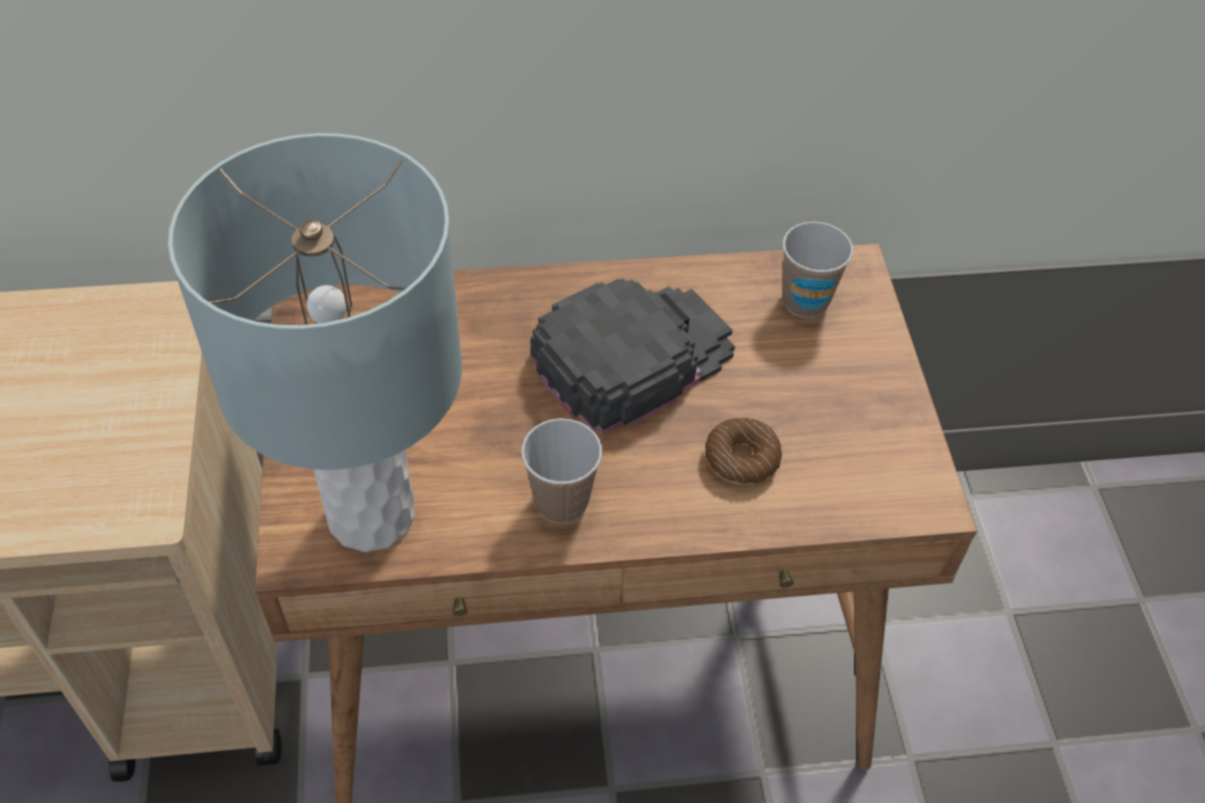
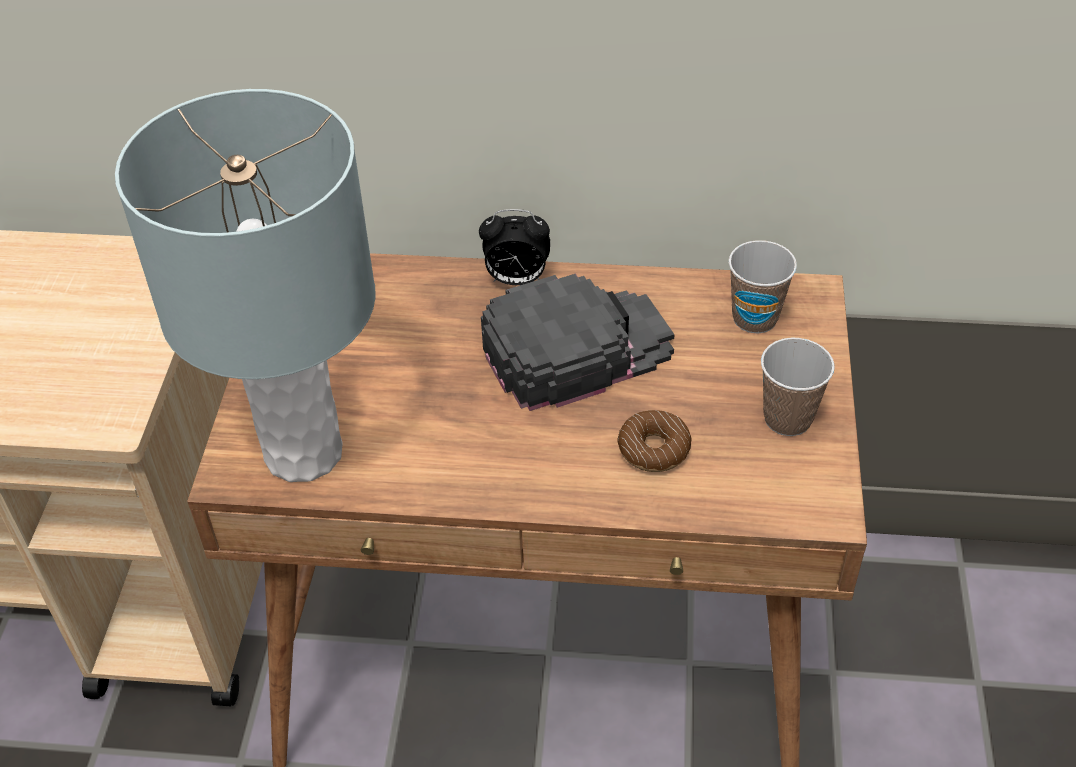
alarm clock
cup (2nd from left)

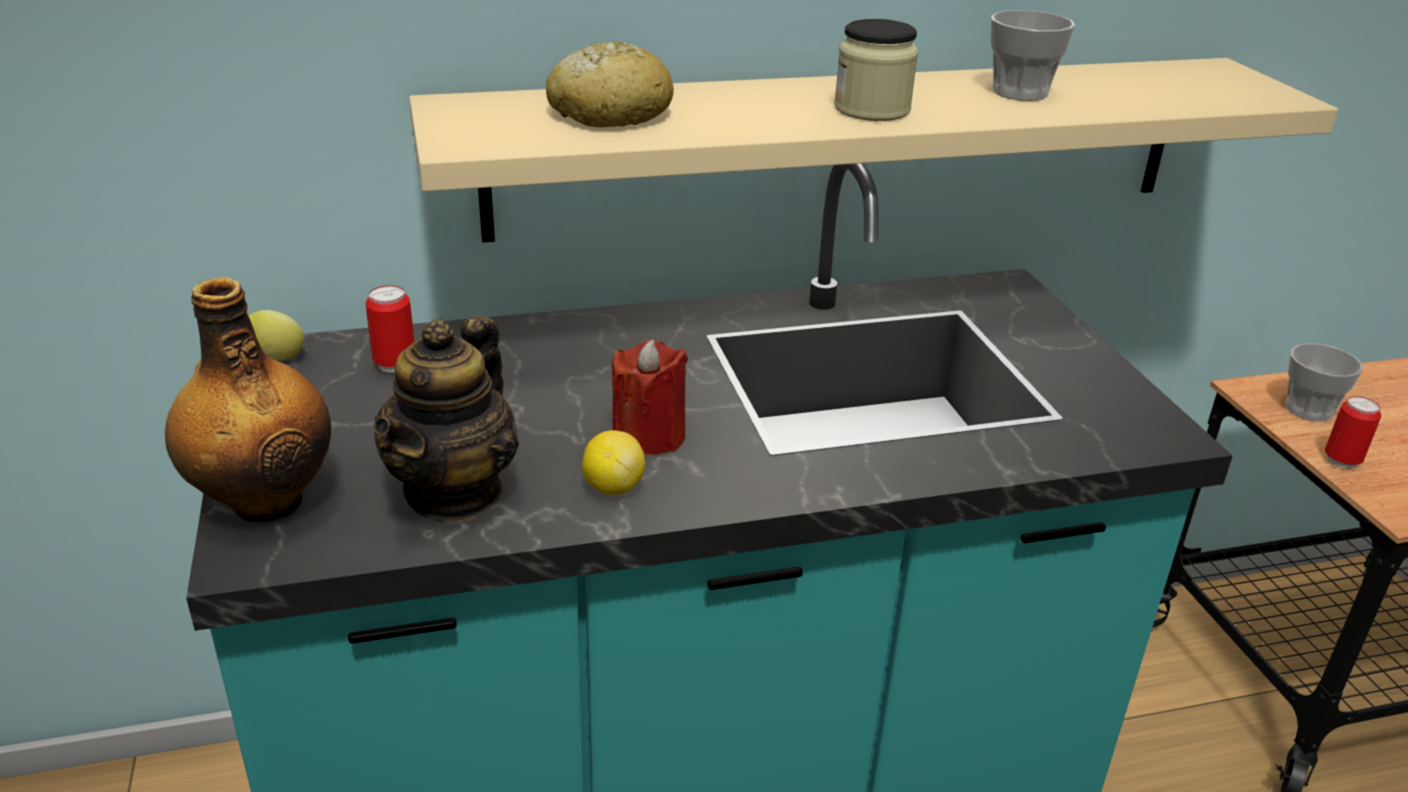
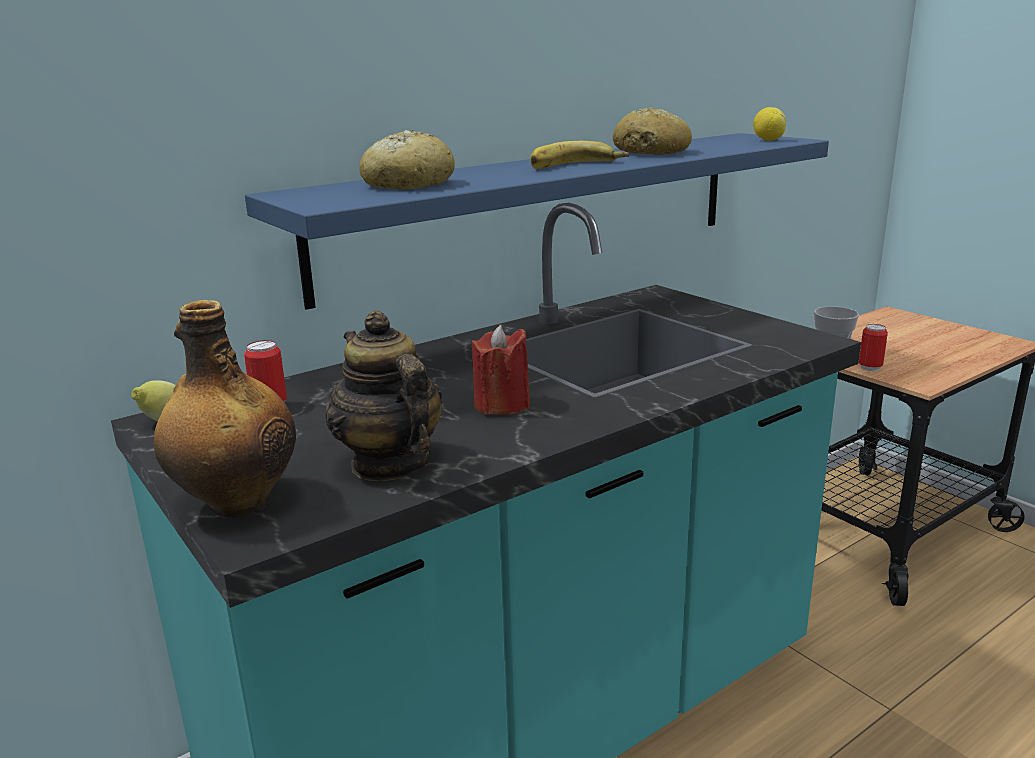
blue shelf
teapot
banana
bread (2nd from left)
lemon (2nd from left)

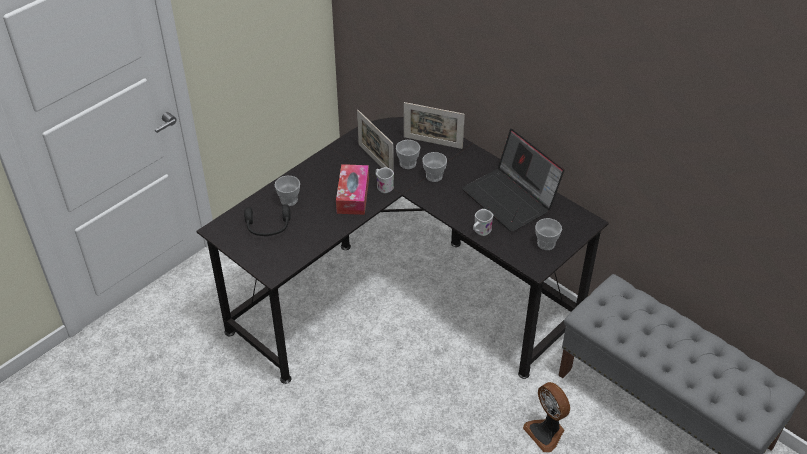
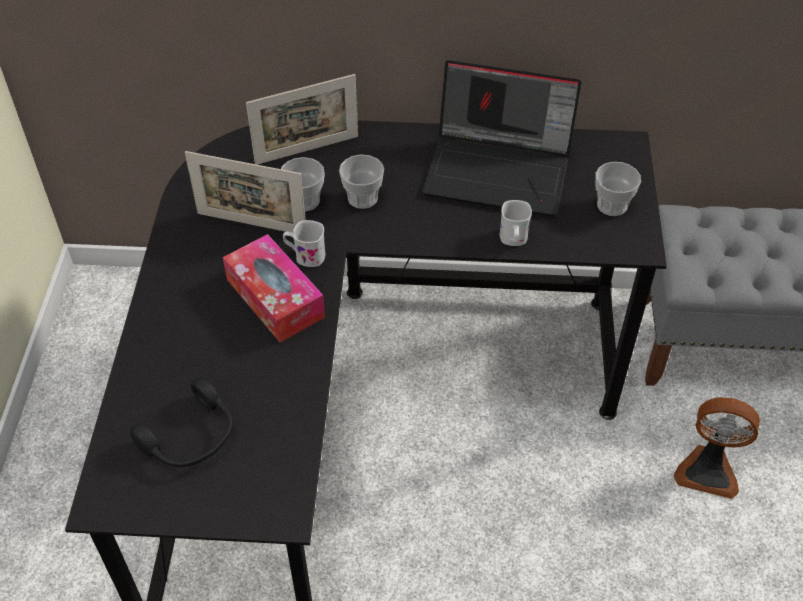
cup (1st from left in the first image)

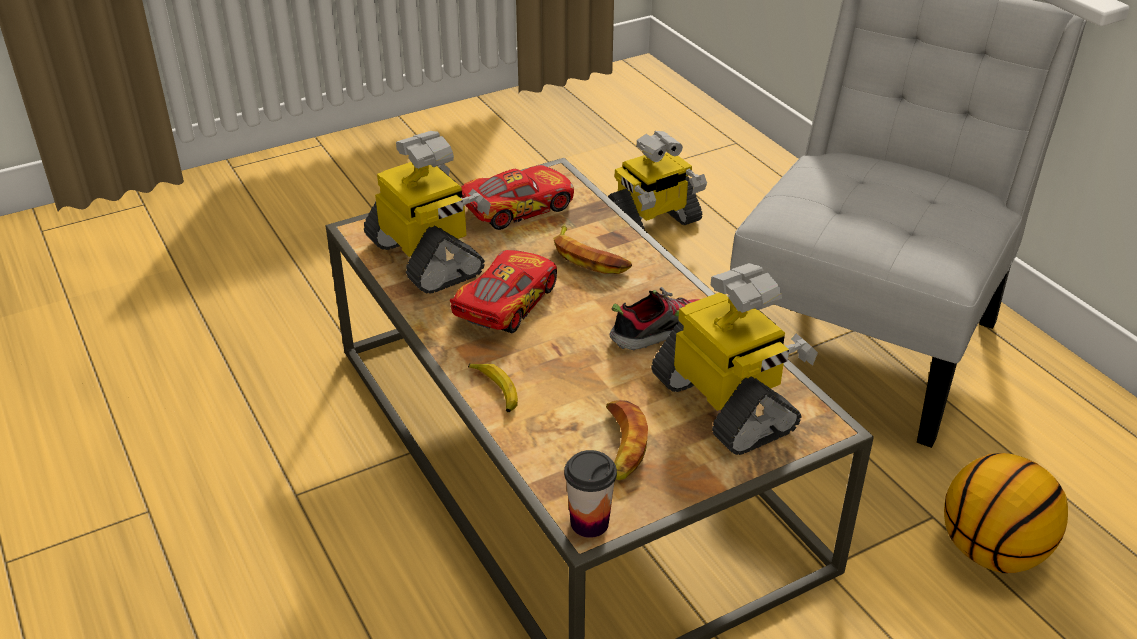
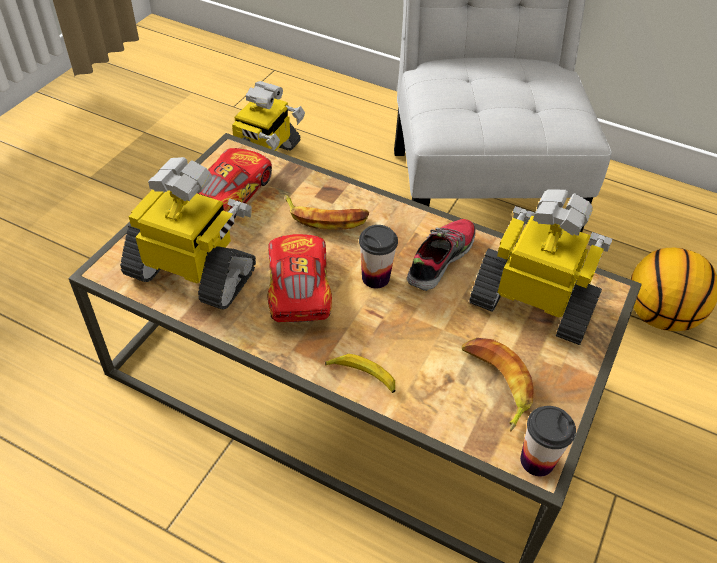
cup (1st from left)

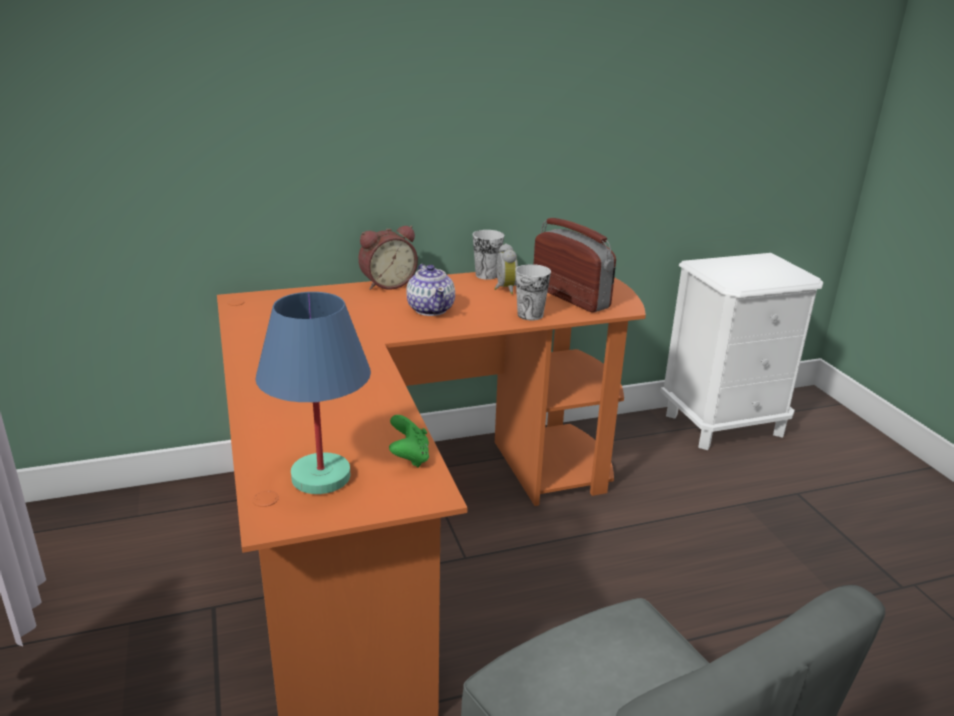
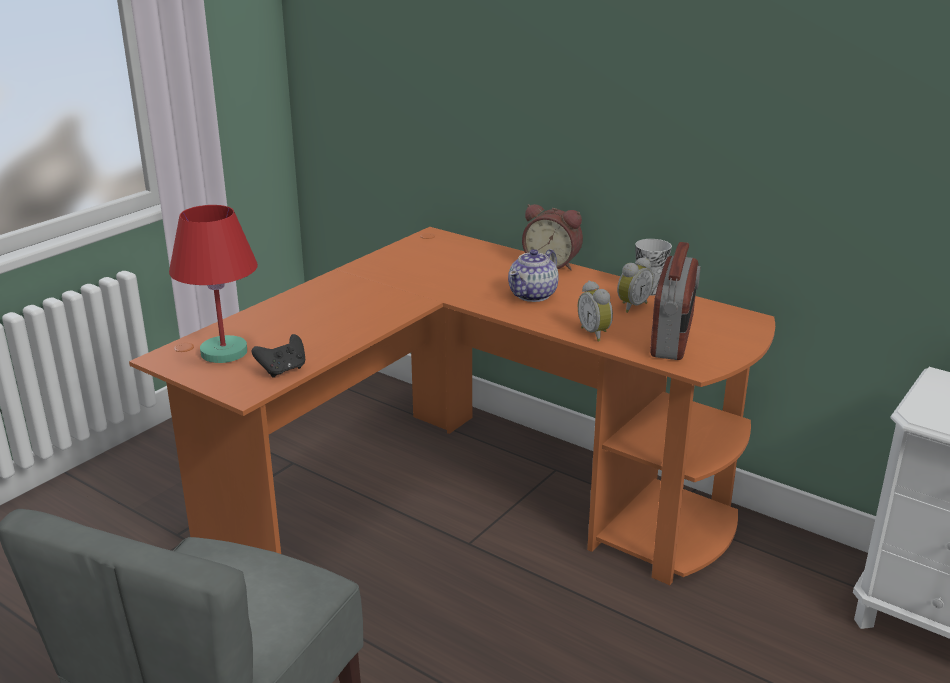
red table lamp
black game controller
alarm clock (2nd from left)

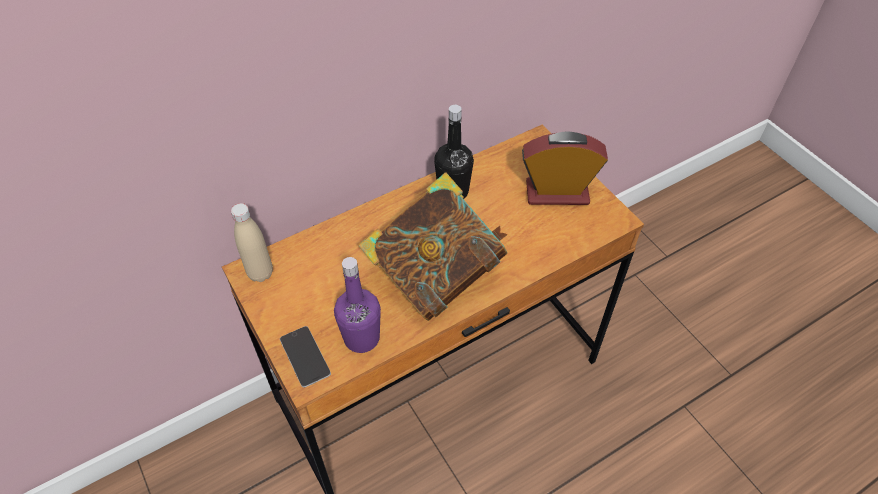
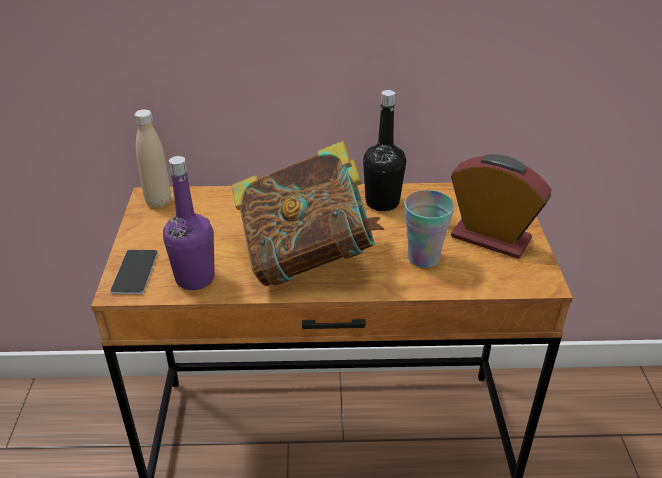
cup

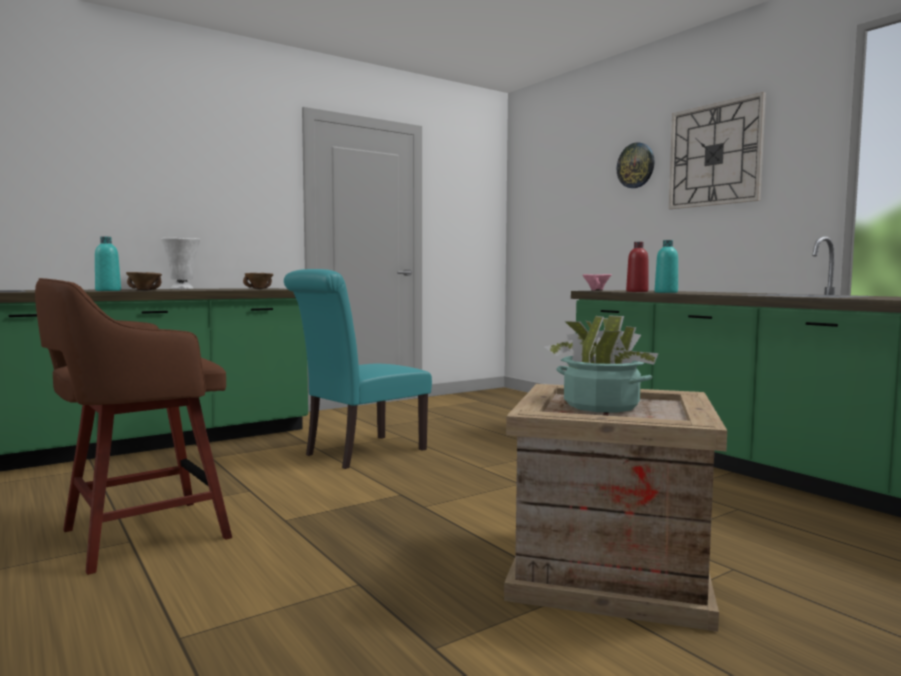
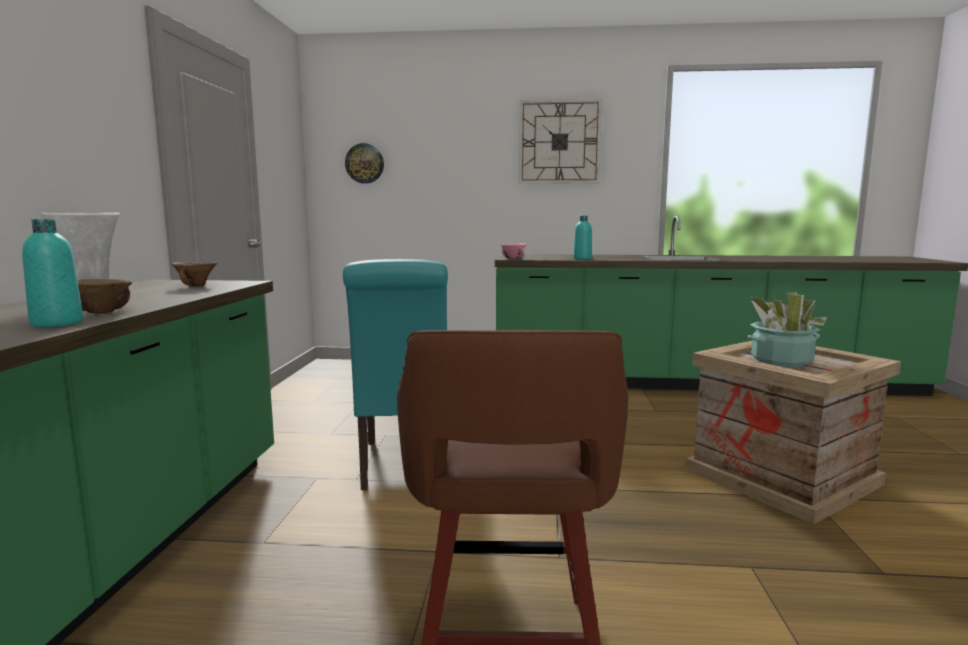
wall clock (1st from left)
red bottle

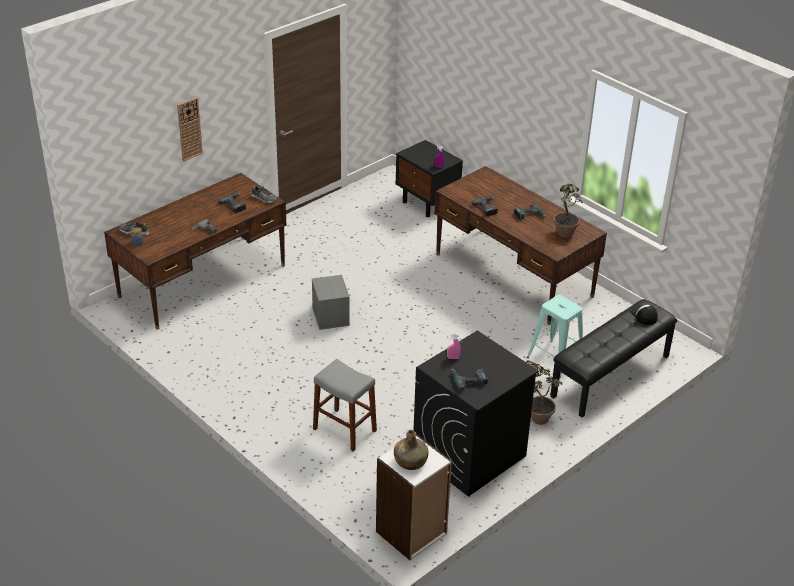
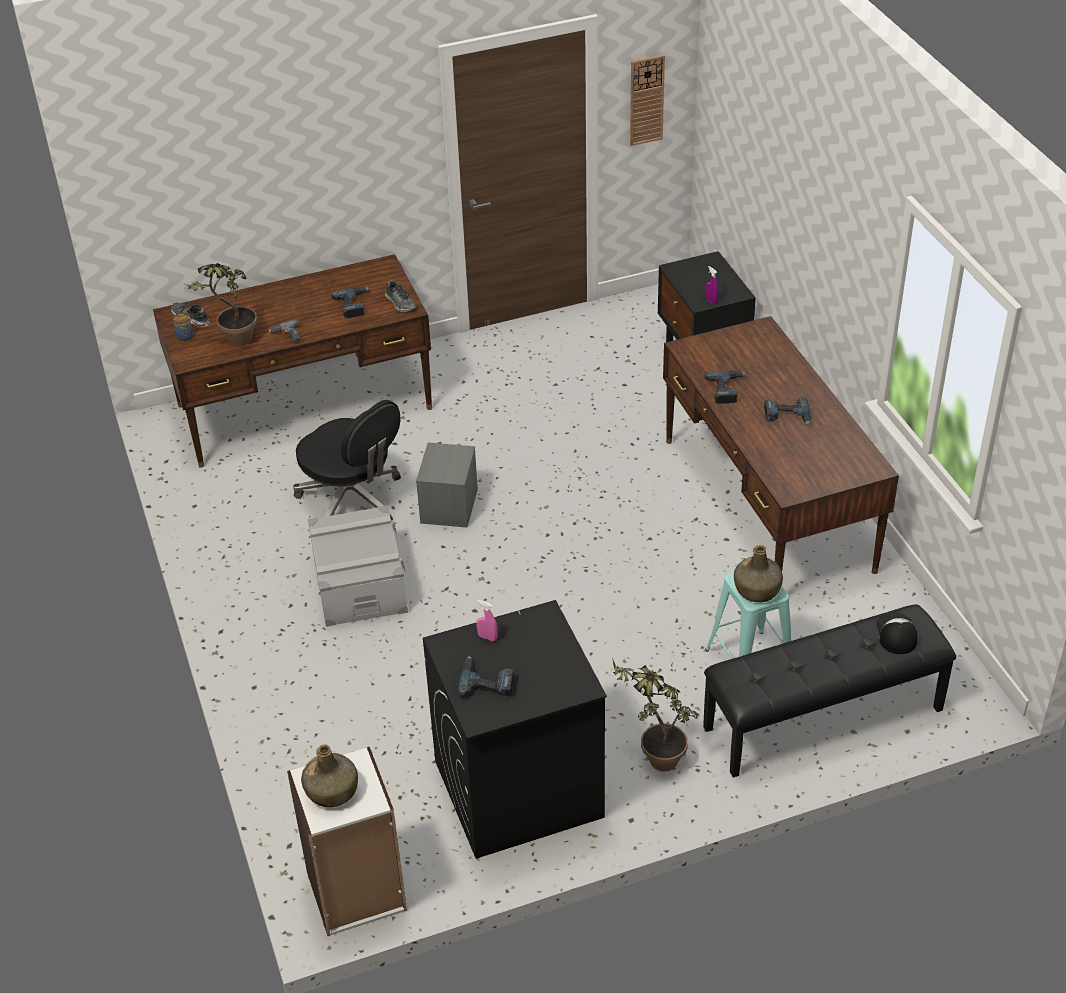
potted plant (1st from left)
black office chair
grey storage box (1st from left)
wall clock
green bottle (2nd from left)
grey stool

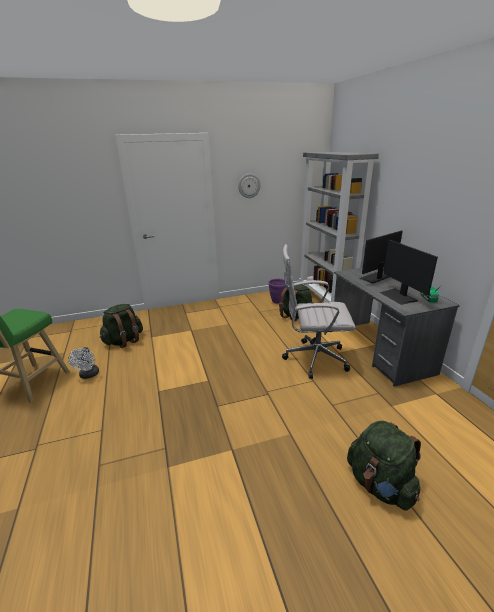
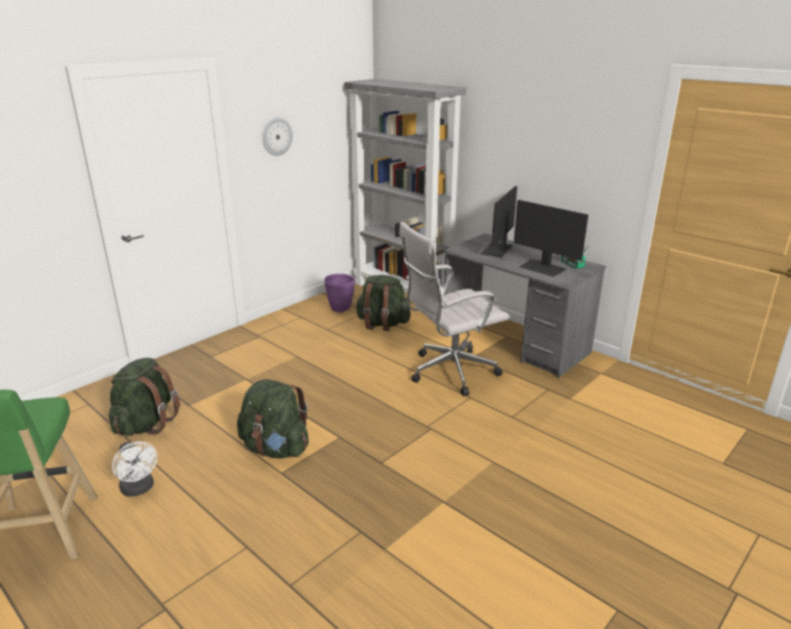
green backpack (2nd from left)

